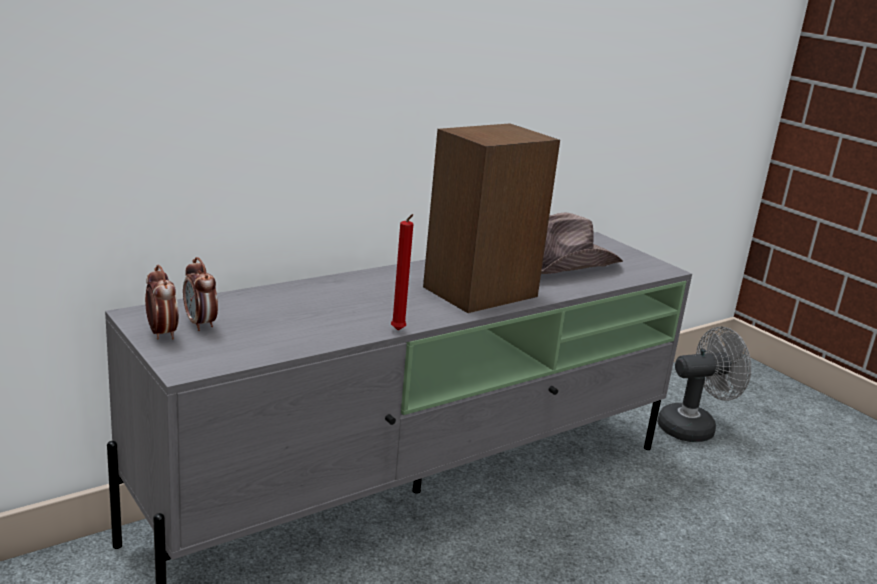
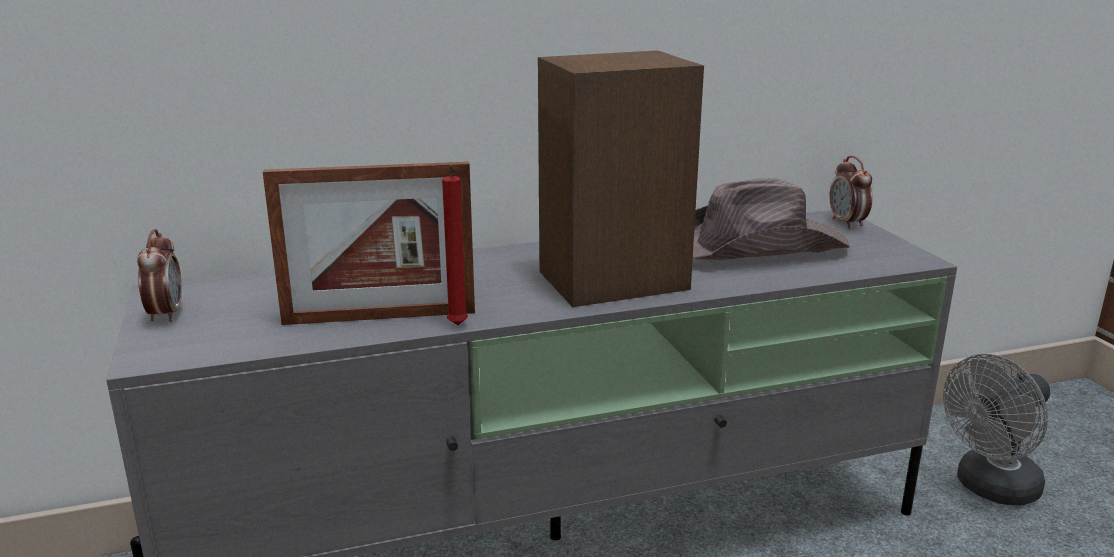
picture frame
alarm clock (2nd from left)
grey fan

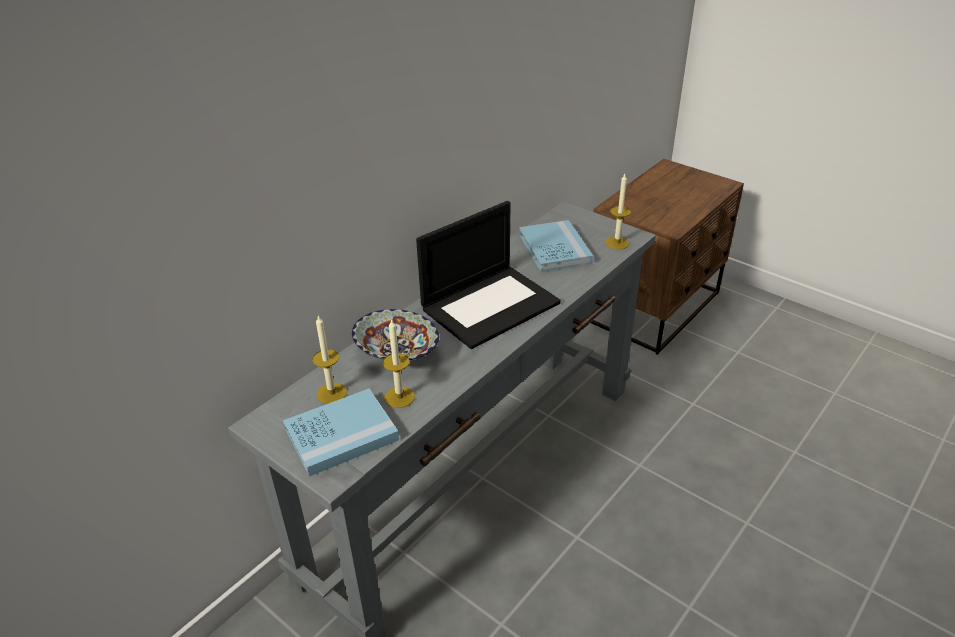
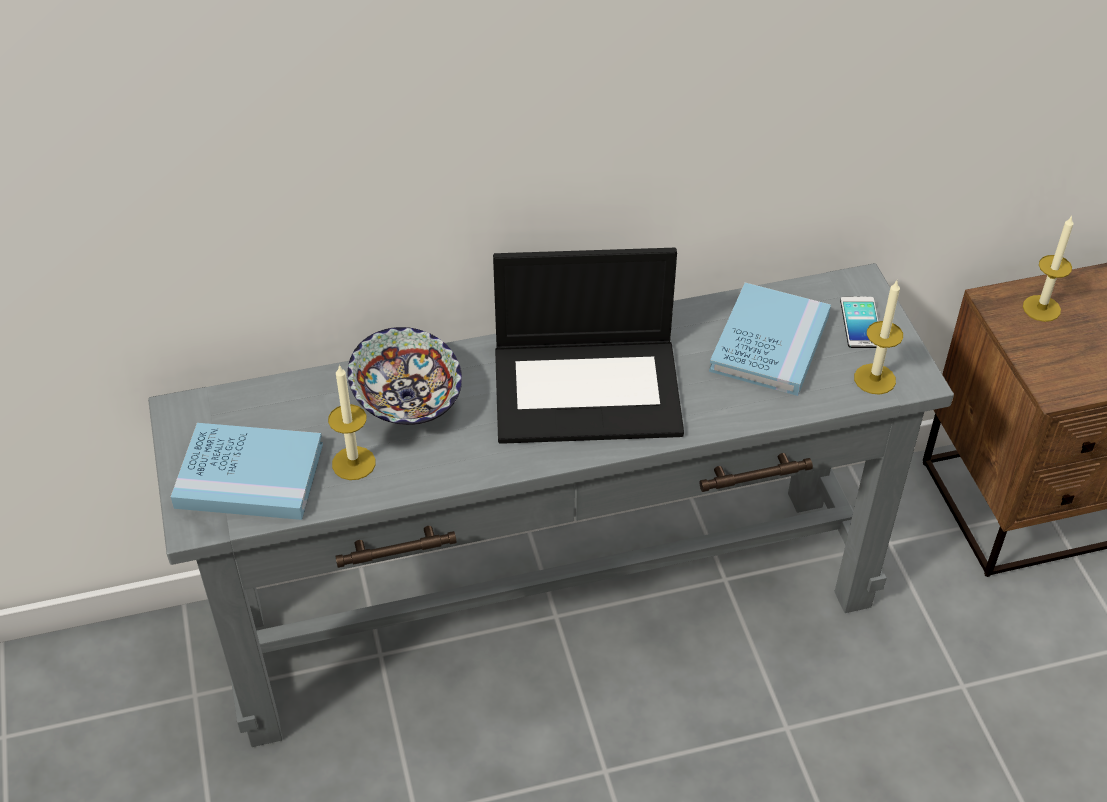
phone
candle (3rd from left)

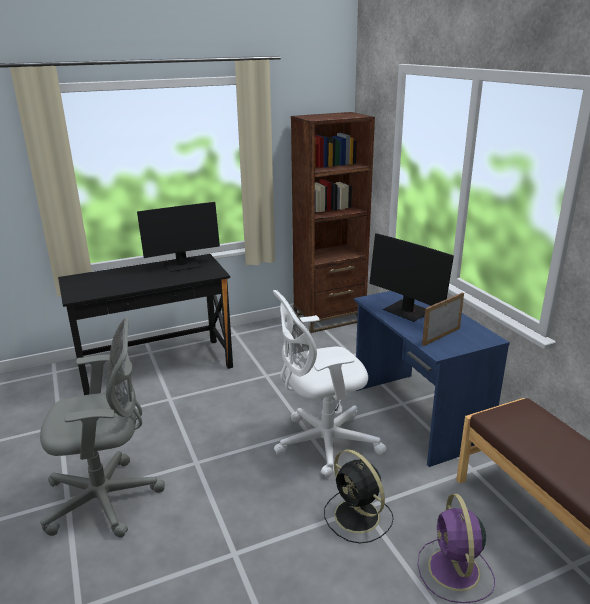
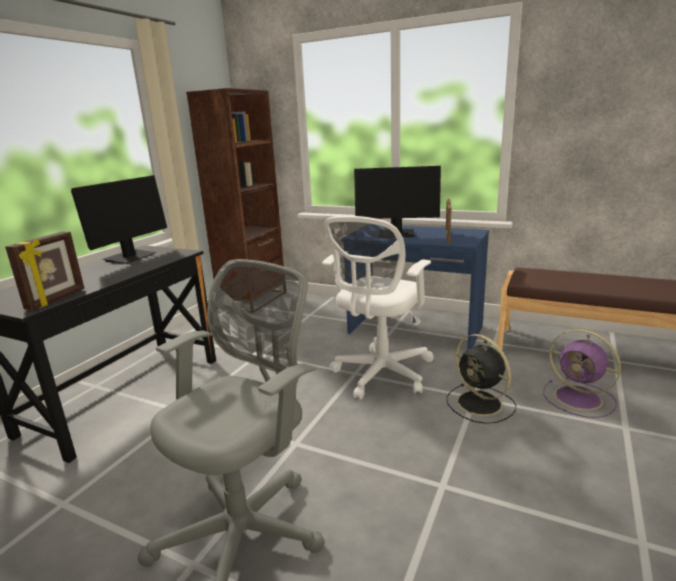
picture frame (1st from left)
black fan

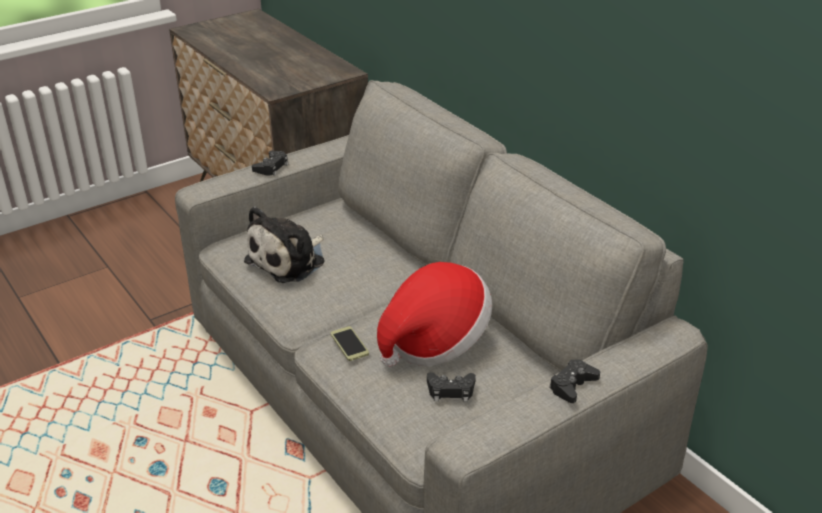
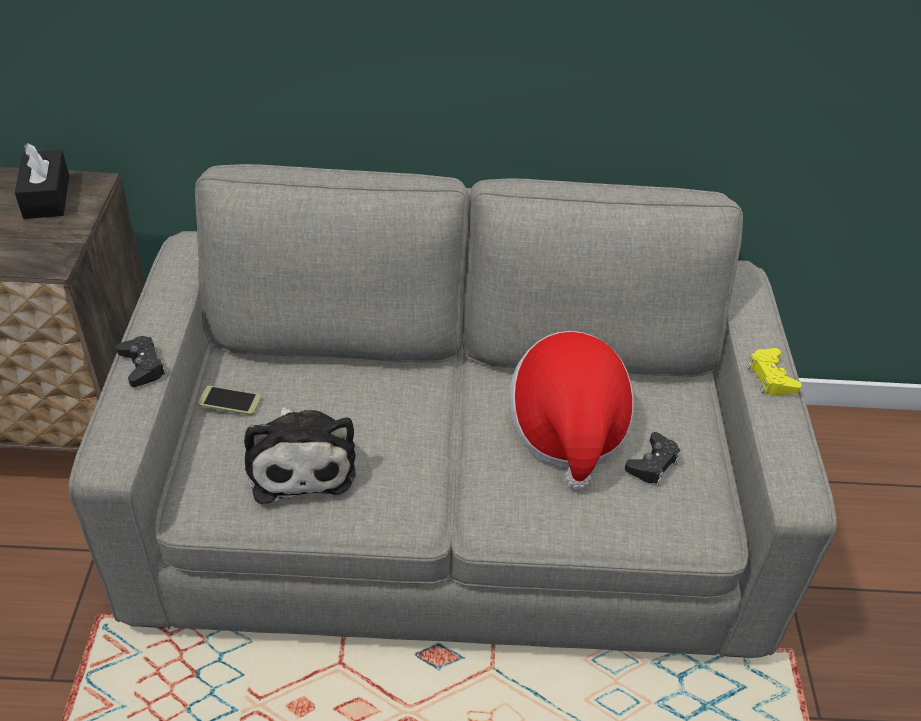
black tissue box
phone
yellow game controller

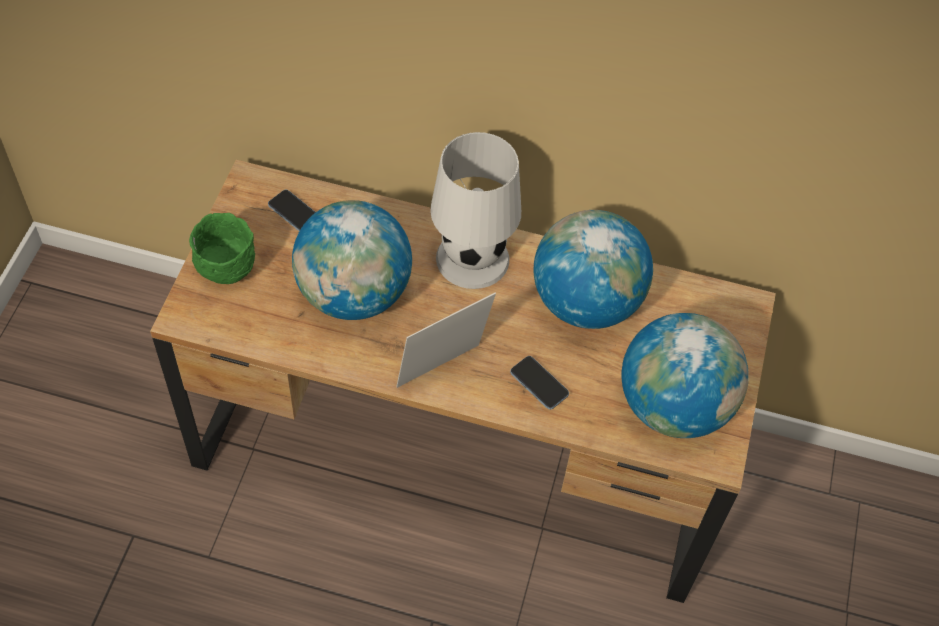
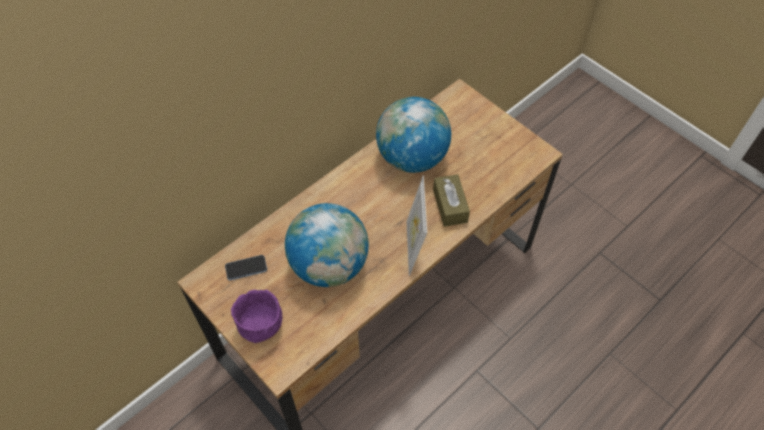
purple bowl
brown tissue box
white table lamp
globe (3rd from left in the first image)

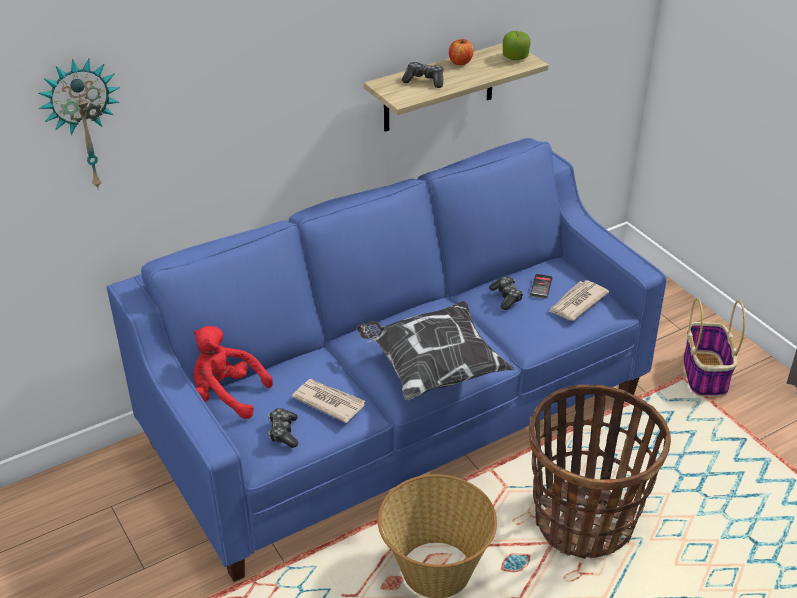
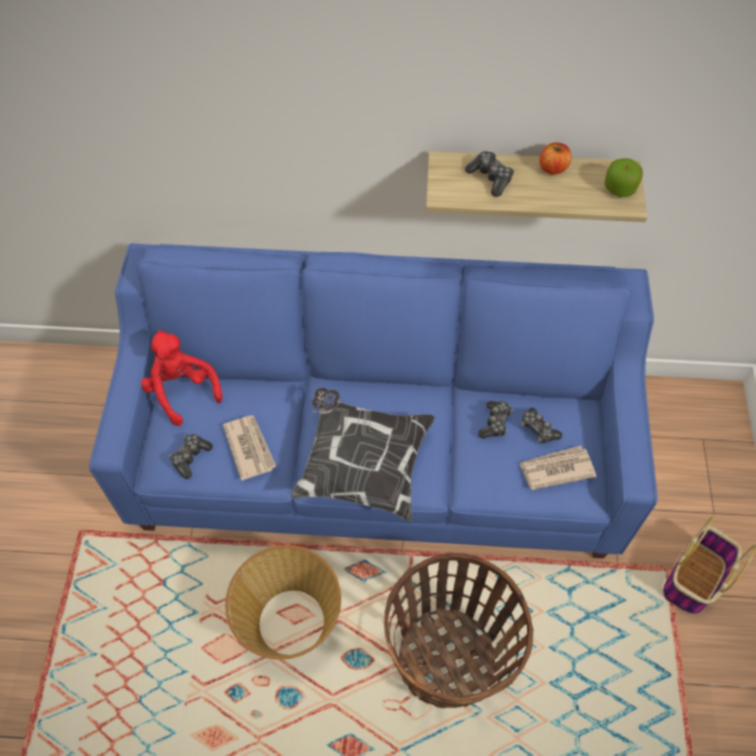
game controller (4th from left)
wall clock

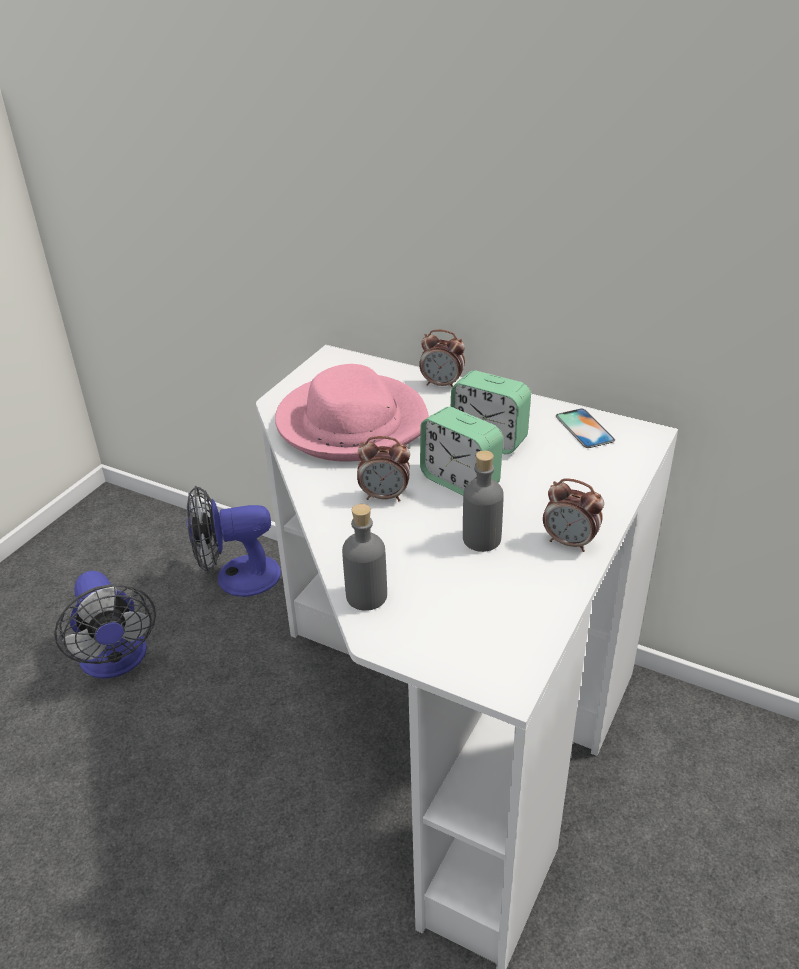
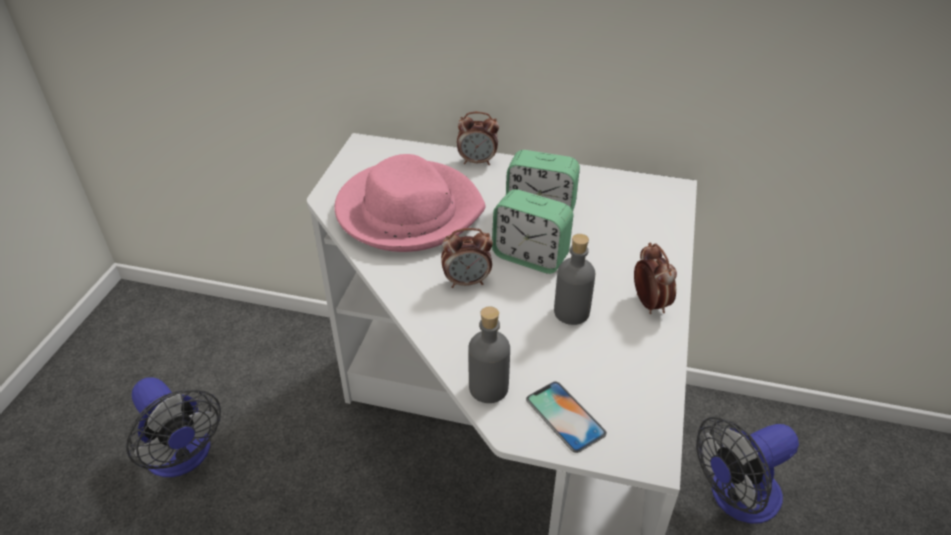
phone
alarm clock (5th from left)
fan (2nd from left)

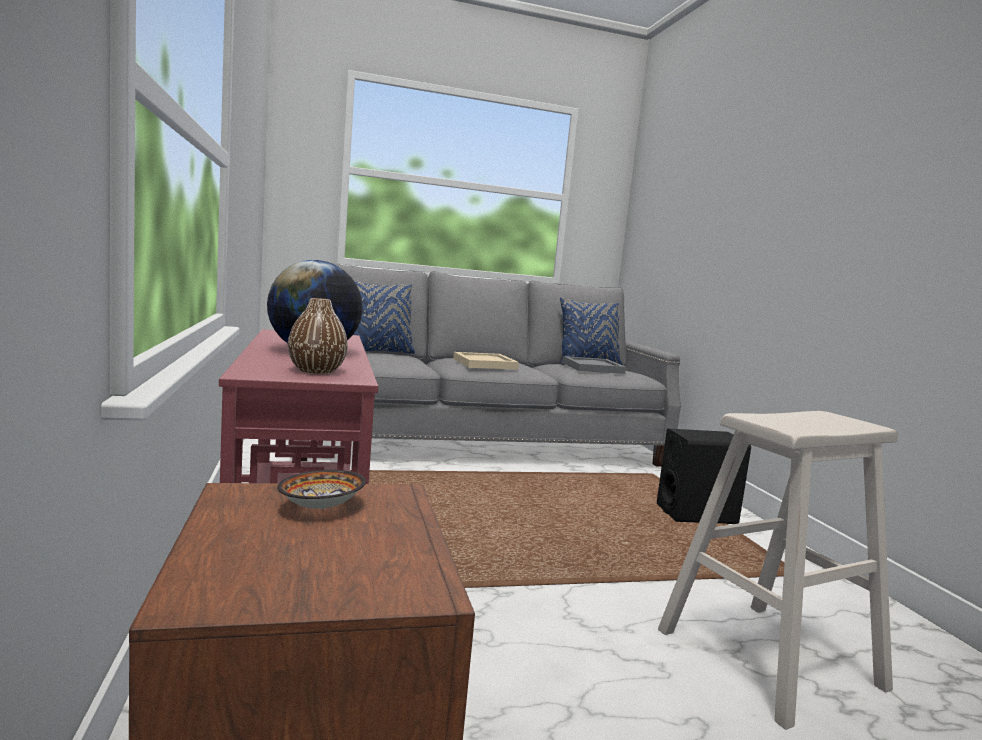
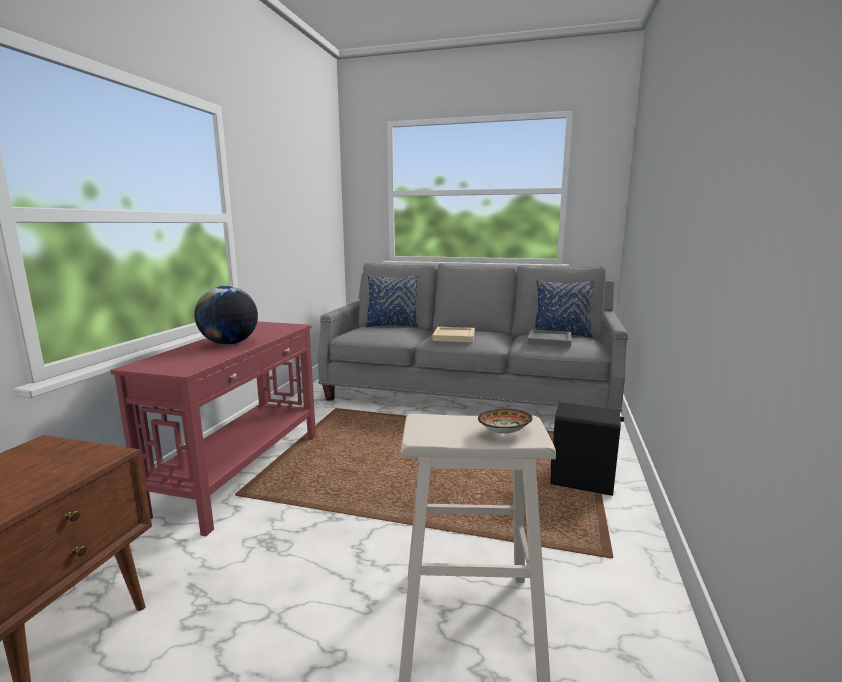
bowl
brown vase

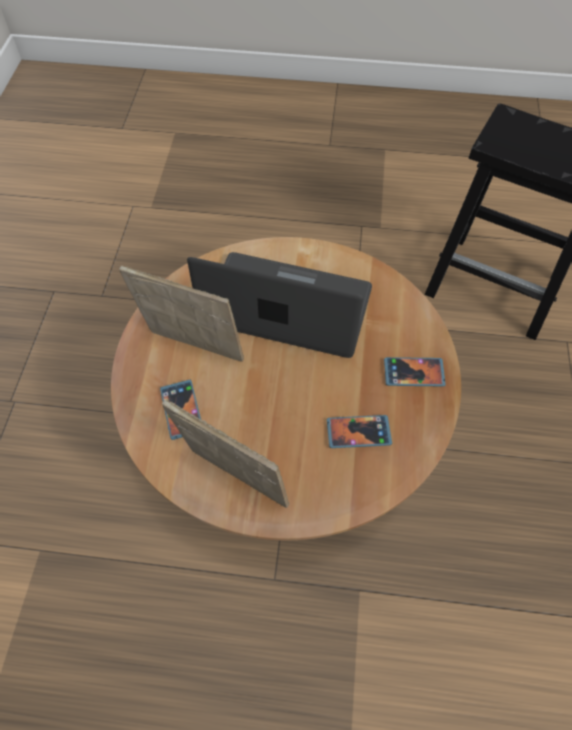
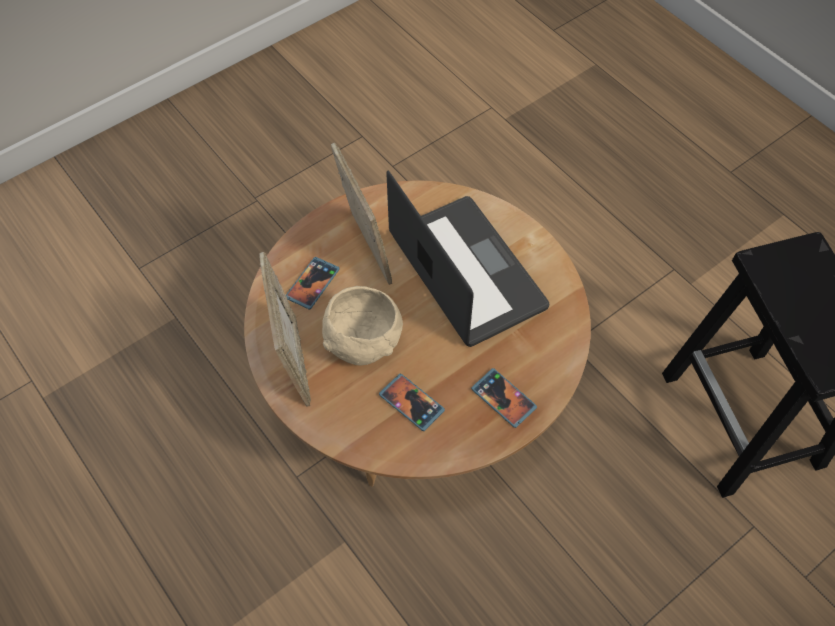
beige bowl

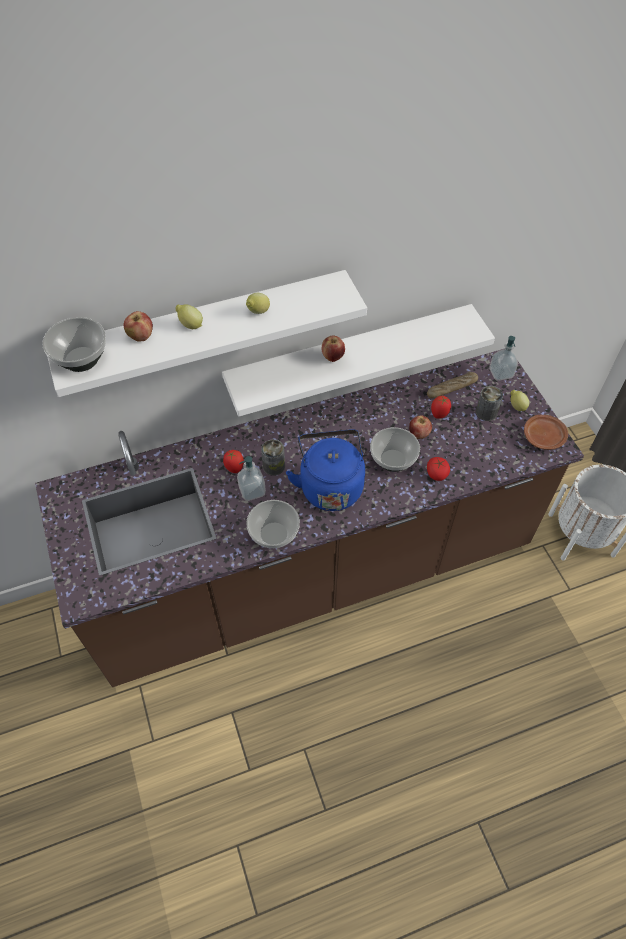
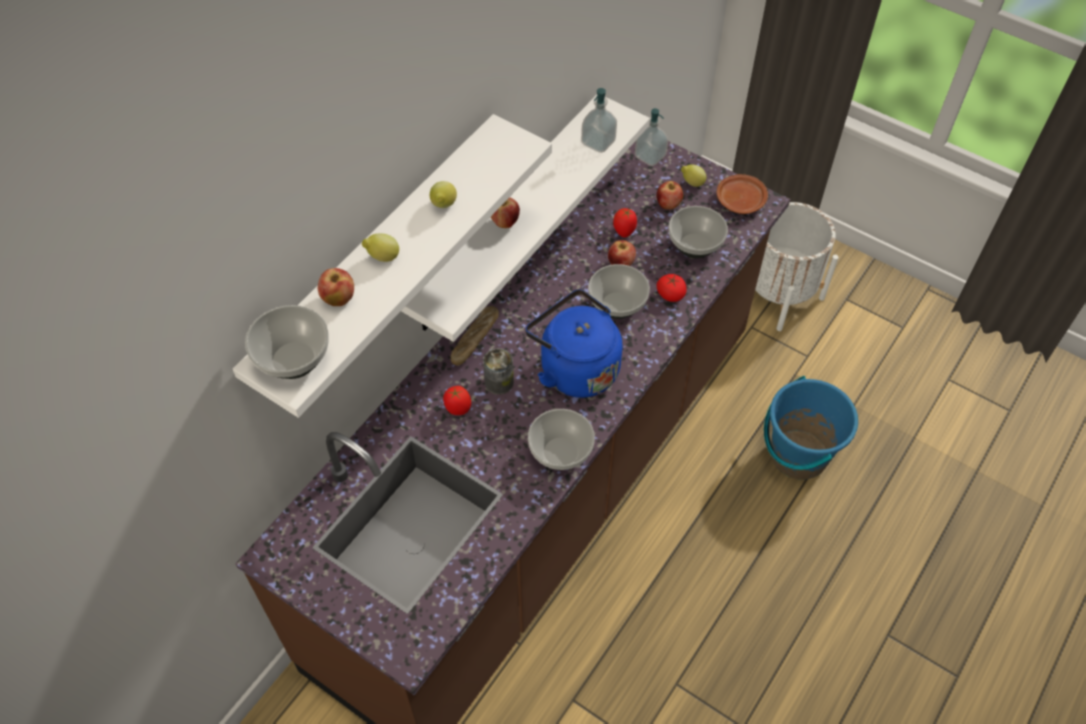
bread
soap dispenser (1st from left)
apple (4th from left)
bowl (4th from left)
blue bucket

